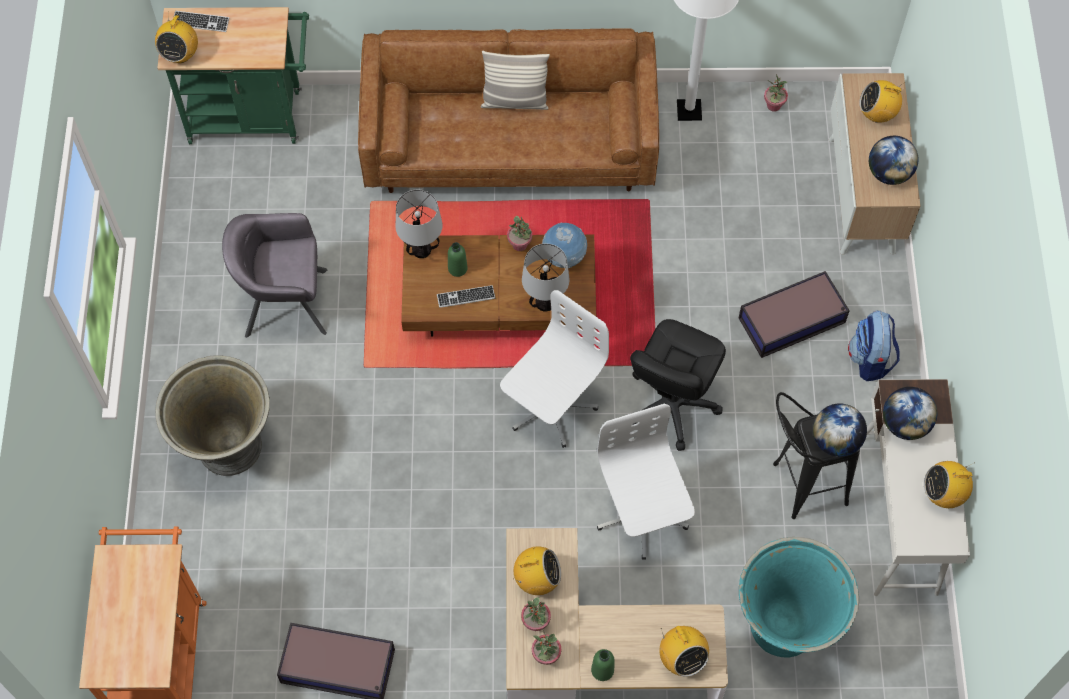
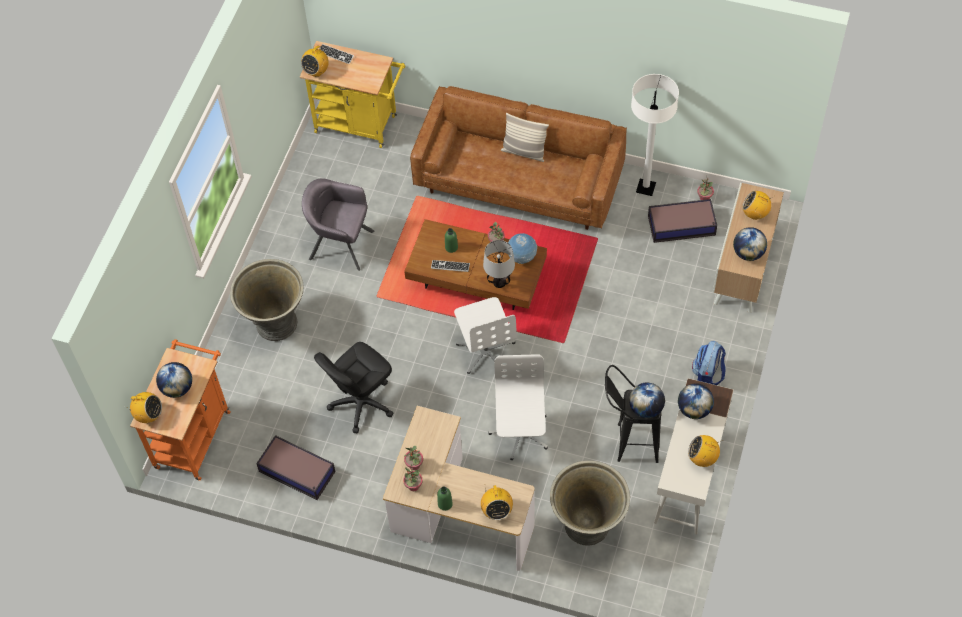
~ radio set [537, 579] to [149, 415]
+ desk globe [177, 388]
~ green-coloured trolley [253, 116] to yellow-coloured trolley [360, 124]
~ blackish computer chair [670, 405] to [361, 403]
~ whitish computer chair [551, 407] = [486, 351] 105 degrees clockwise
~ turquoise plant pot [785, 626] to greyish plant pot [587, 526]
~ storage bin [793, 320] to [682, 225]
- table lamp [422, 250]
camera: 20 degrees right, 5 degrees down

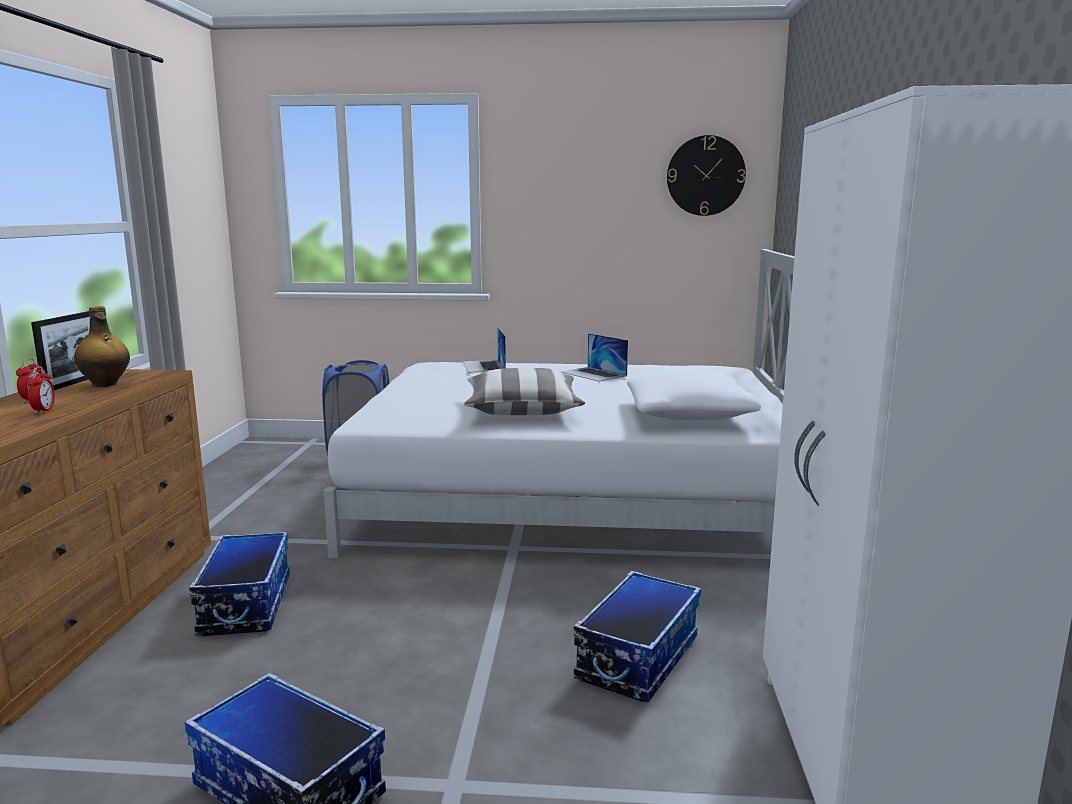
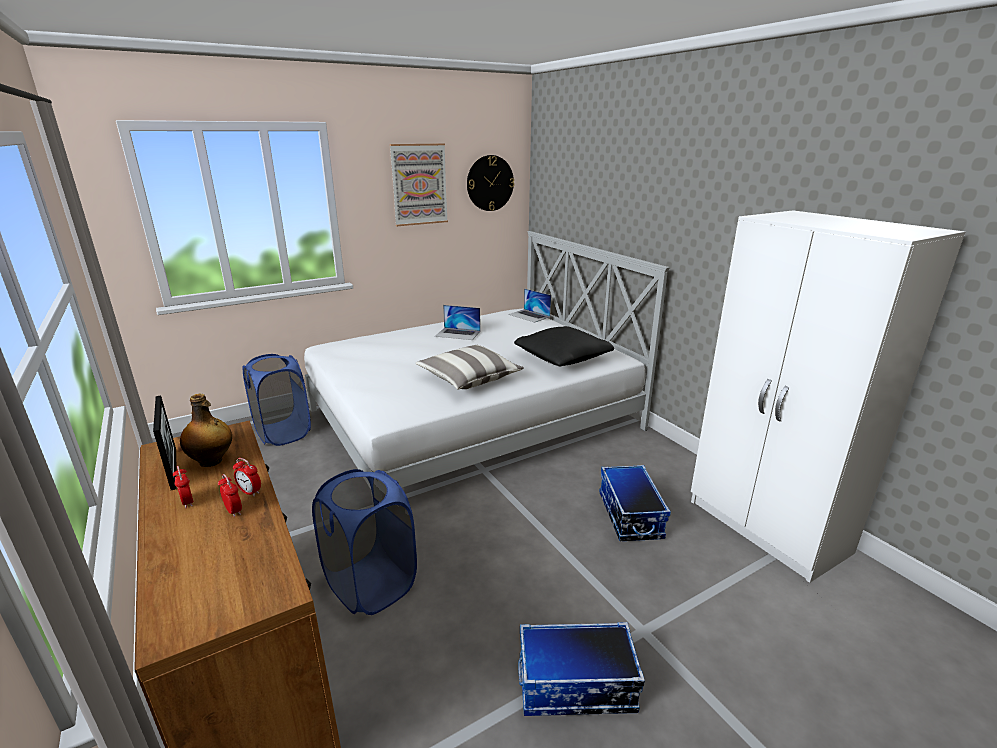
+ table clock [250, 492]
~ storage bin [245, 604] to blue-coloured washing basket [370, 585]
+ wall picture [419, 184]
~ portable computer [484, 366] to [529, 315]
~ whitish pillow [688, 415] to blackish pillow [563, 358]
camera: 35 degrees left, 10 degrees up

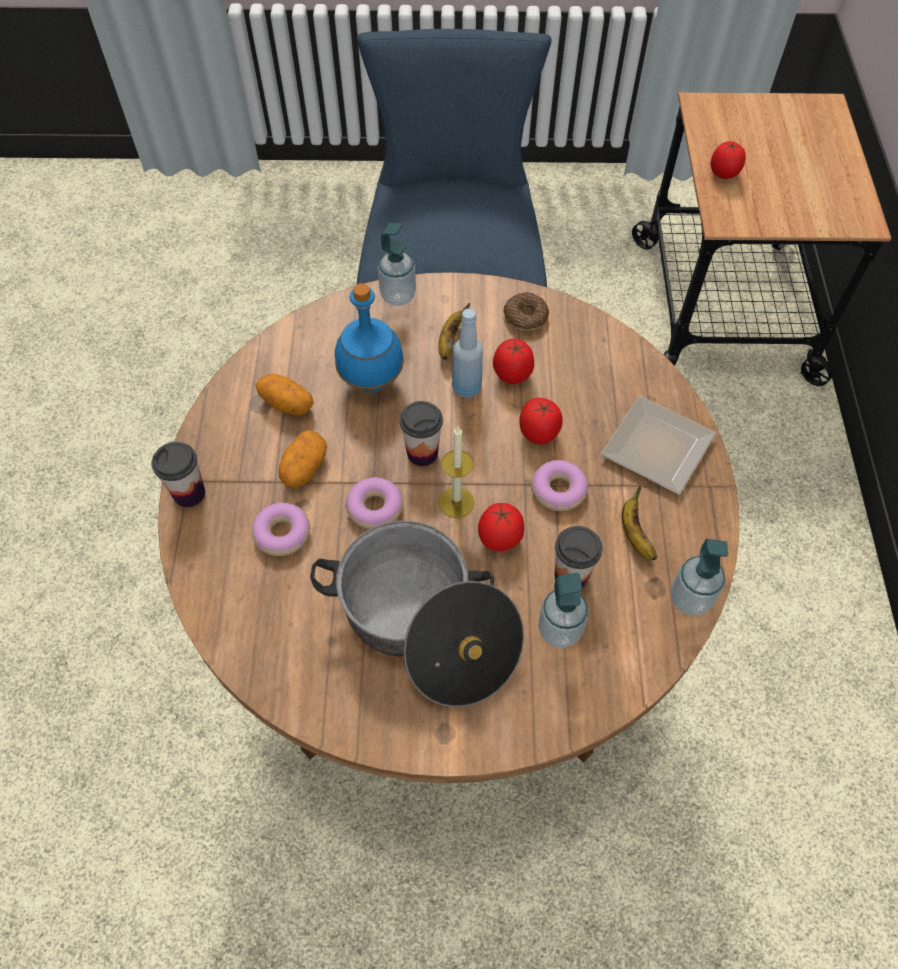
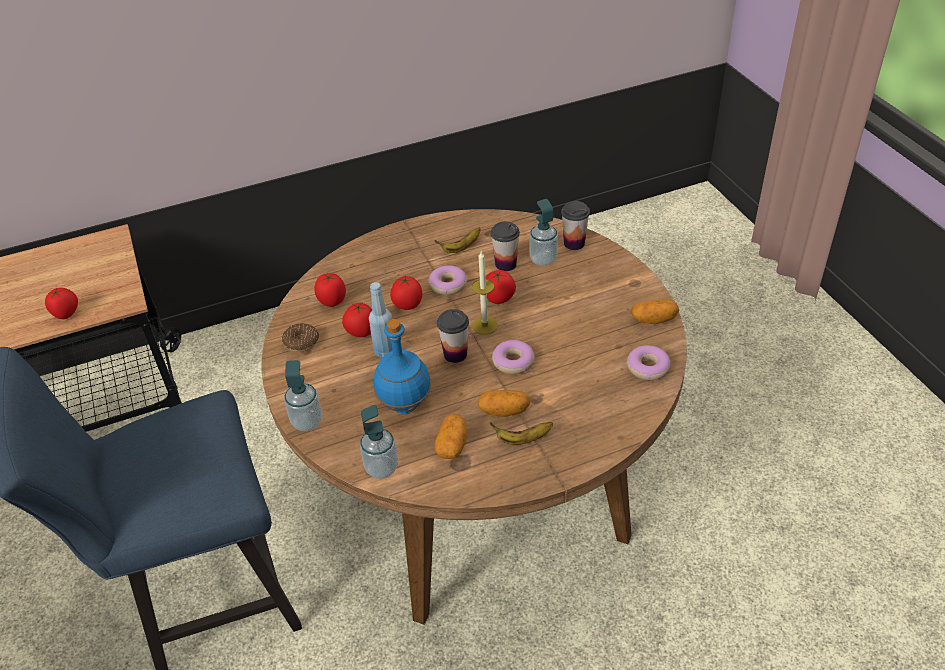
+ fresh tomato [332, 301]
~ soap bottle [690, 599] to [381, 468]
~ whole banana [449, 342] to [522, 439]
~ drinking cup [189, 493] to [574, 243]
~ donut [282, 533] to [647, 367]
+ whole potato [653, 320]
- cooking pot [425, 626]
- dinner plate [661, 447]
camera: 110 degrees left, 15 degrees down

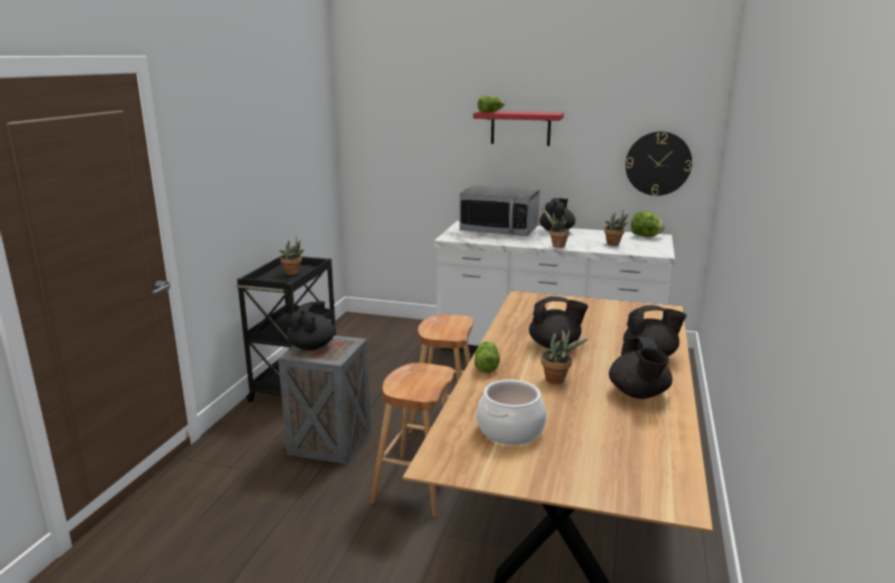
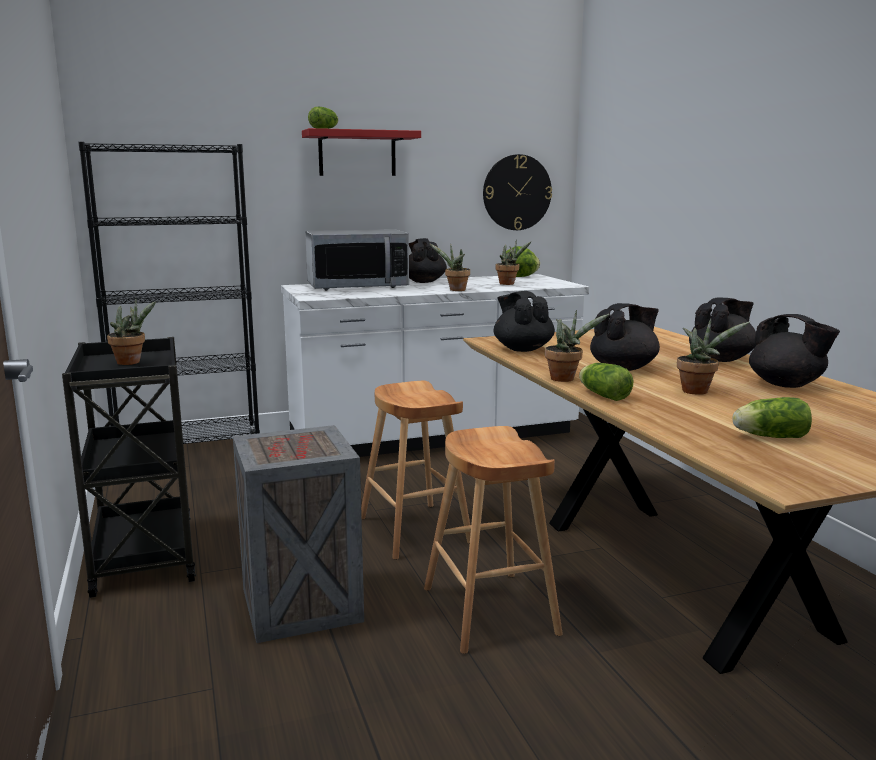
+ blackish bookshelf [189, 454]
~ blackish teapot [312, 346] to [522, 349]
+ potted plant [566, 378]
~ cooking pot [510, 430] to lettuce head [768, 436]
camera: 35 degrees left, 5 degrees down

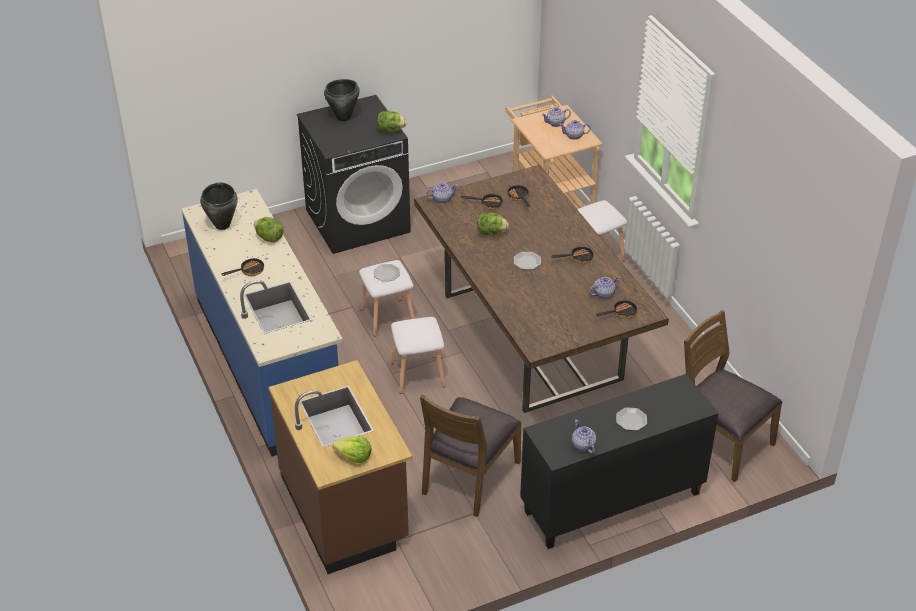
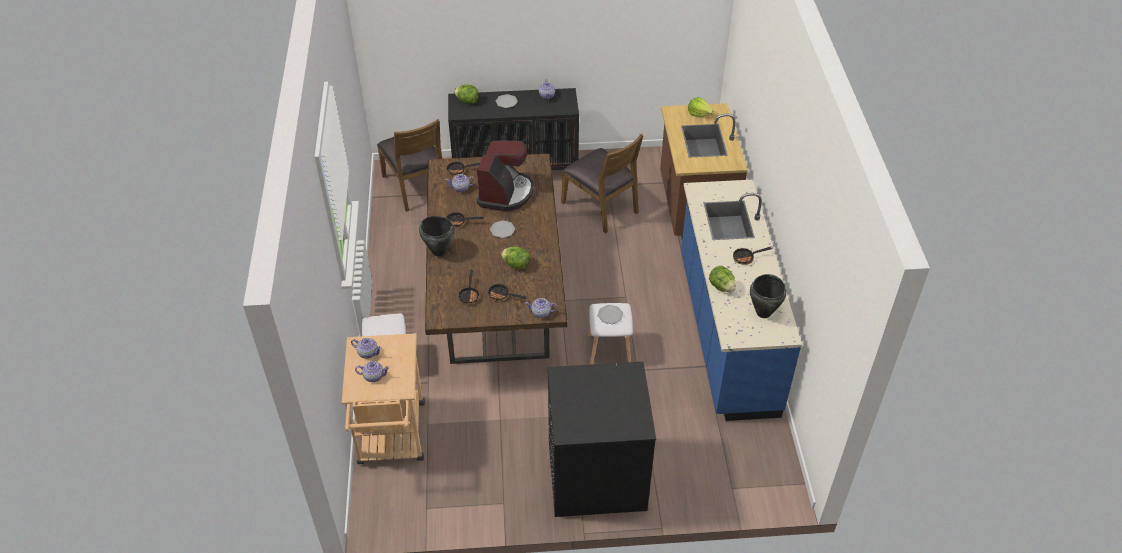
~ blackish cooking pot [343, 117] to [439, 251]
~ lettuce head [391, 130] to [467, 101]
+ coffee machine [505, 193]
~ brownish chair [469, 477] = [601, 207] 90 degrees clockwise
- whitish stool seat [417, 374]
camera: 160 degrees left, 5 degrees up

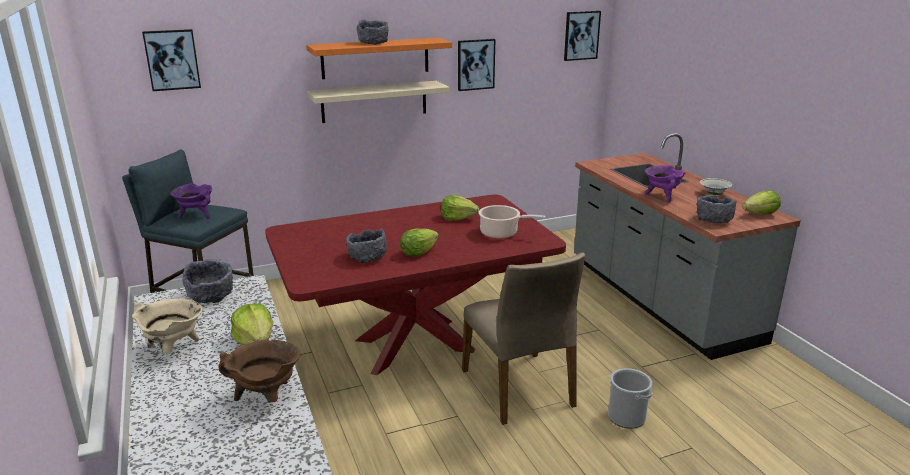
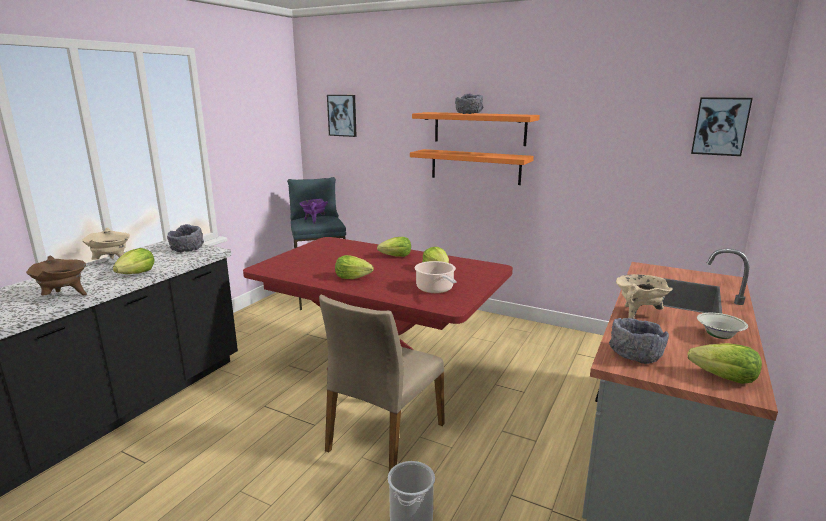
+ lettuce head [396, 256]
~ beige shelf [374, 101] to orange shelf [475, 166]
~ purple-coloured cooking pot [662, 197] to beige cooking pot [638, 314]
- greyish bowl [367, 257]
- wall picture [475, 64]
camera: 50 degrees right, 5 degrees down

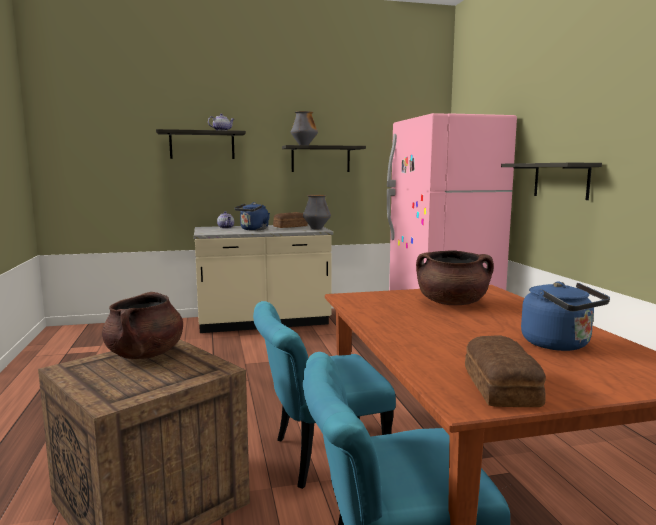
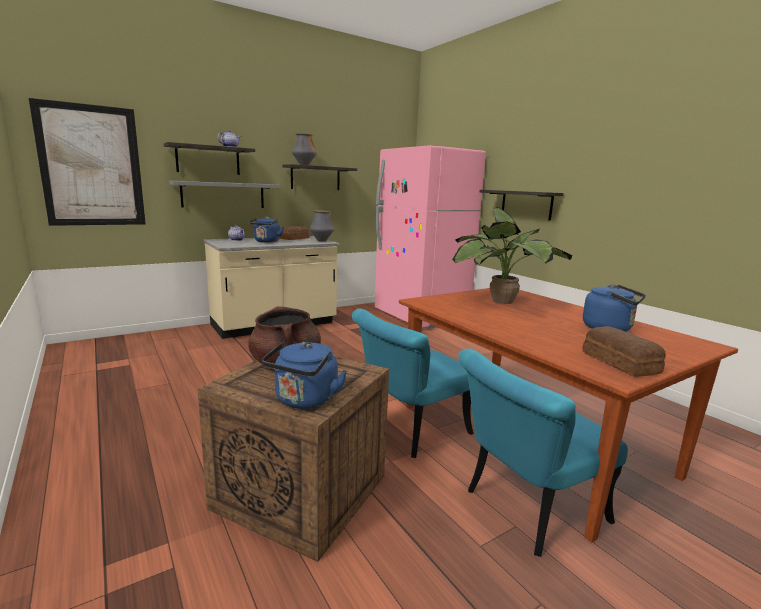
+ wall picture [92, 166]
+ greyish shelf [223, 195]
+ blue-coloured water kettle [305, 401]
~ brownish cooking pot [452, 303] to potted plant [501, 302]
camera: 20 degrees left, 5 degrees up

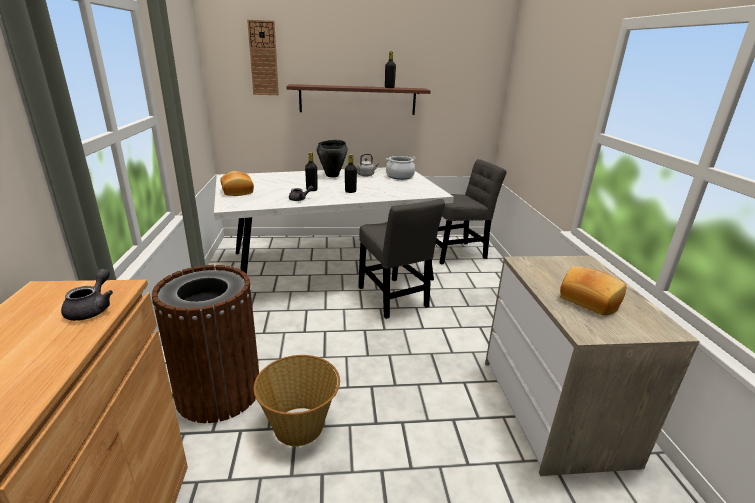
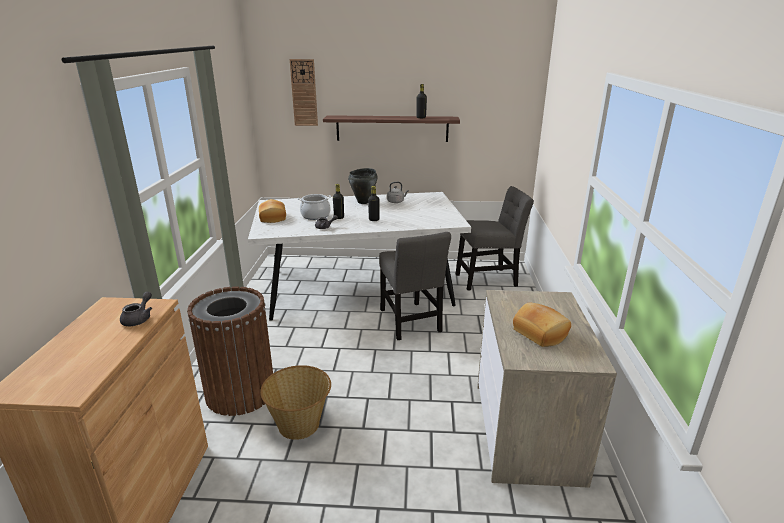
~ cooking pot [399, 176] to [315, 215]
camera: 10 degrees right, 0 degrees up

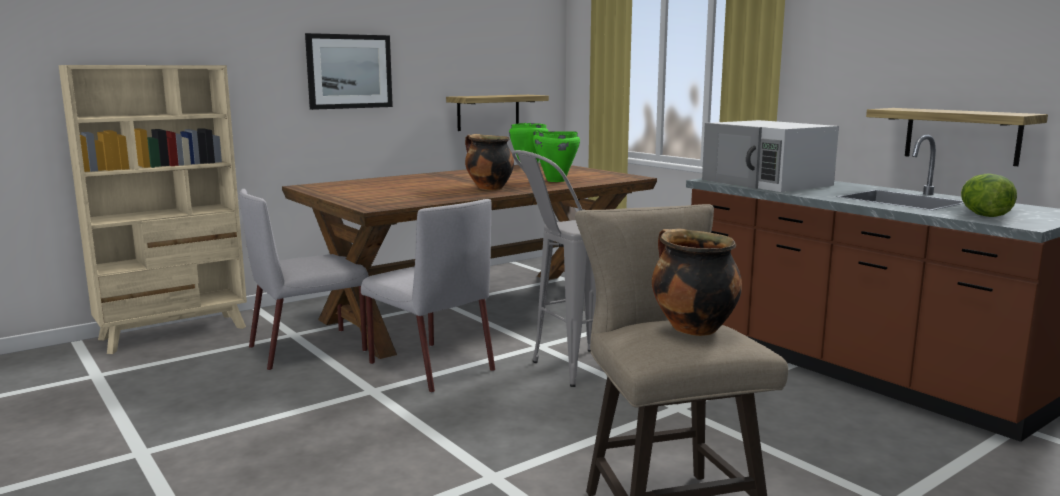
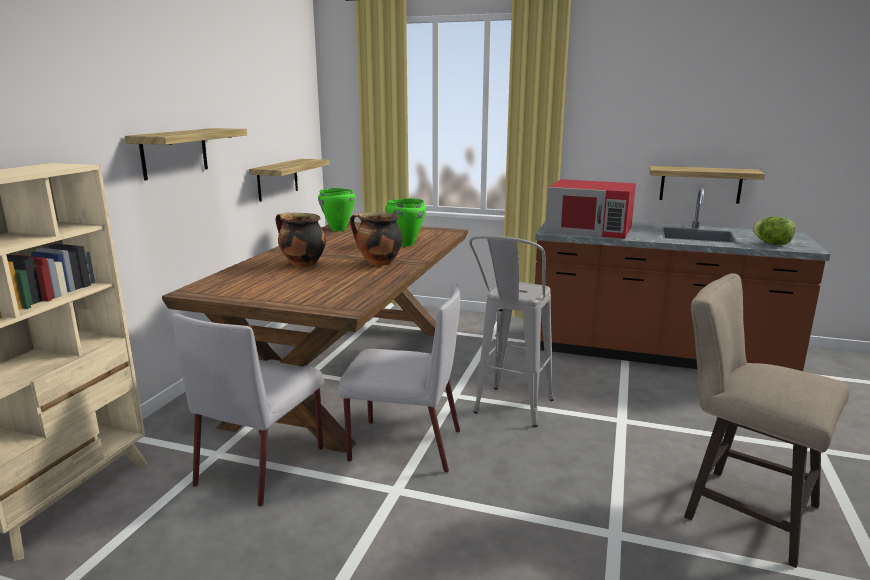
~ wall picture [349, 71] to shelf [174, 153]
~ cooking pot [691, 328] to [302, 264]
~ whitish kitchen microwave [767, 182] to reddish kitchen microwave [589, 229]
camera: 35 degrees left, 5 degrees up

